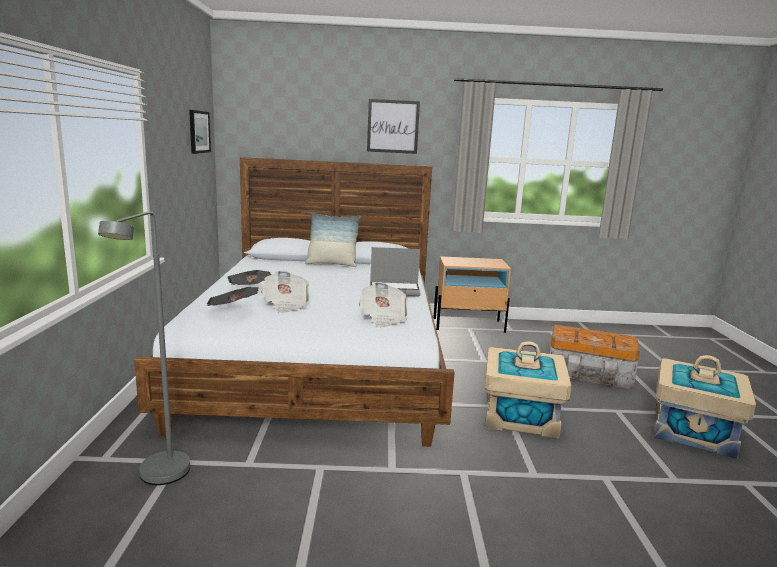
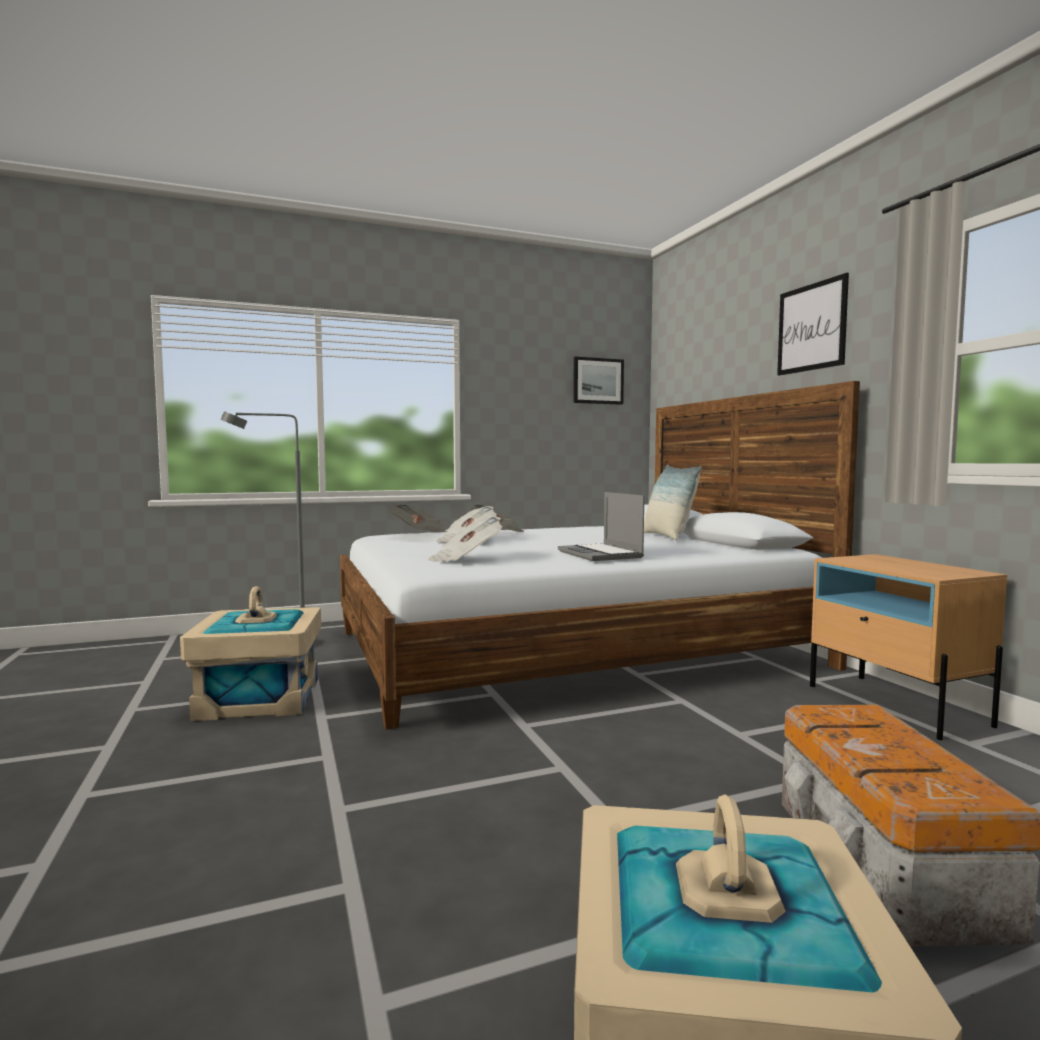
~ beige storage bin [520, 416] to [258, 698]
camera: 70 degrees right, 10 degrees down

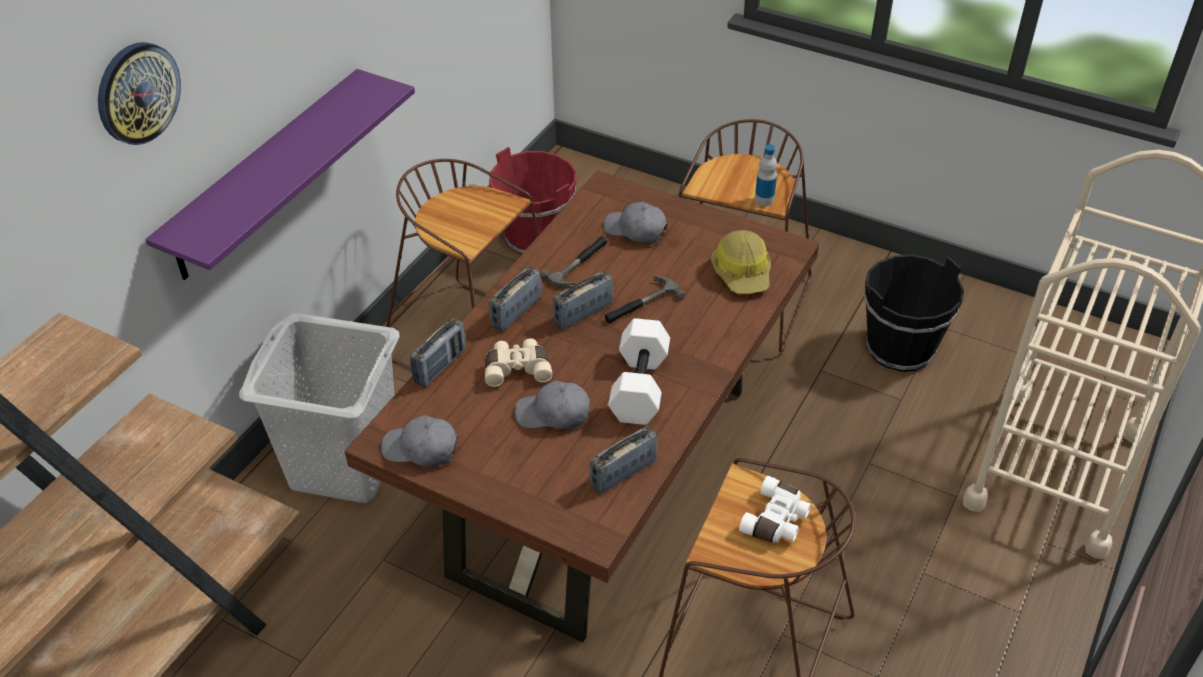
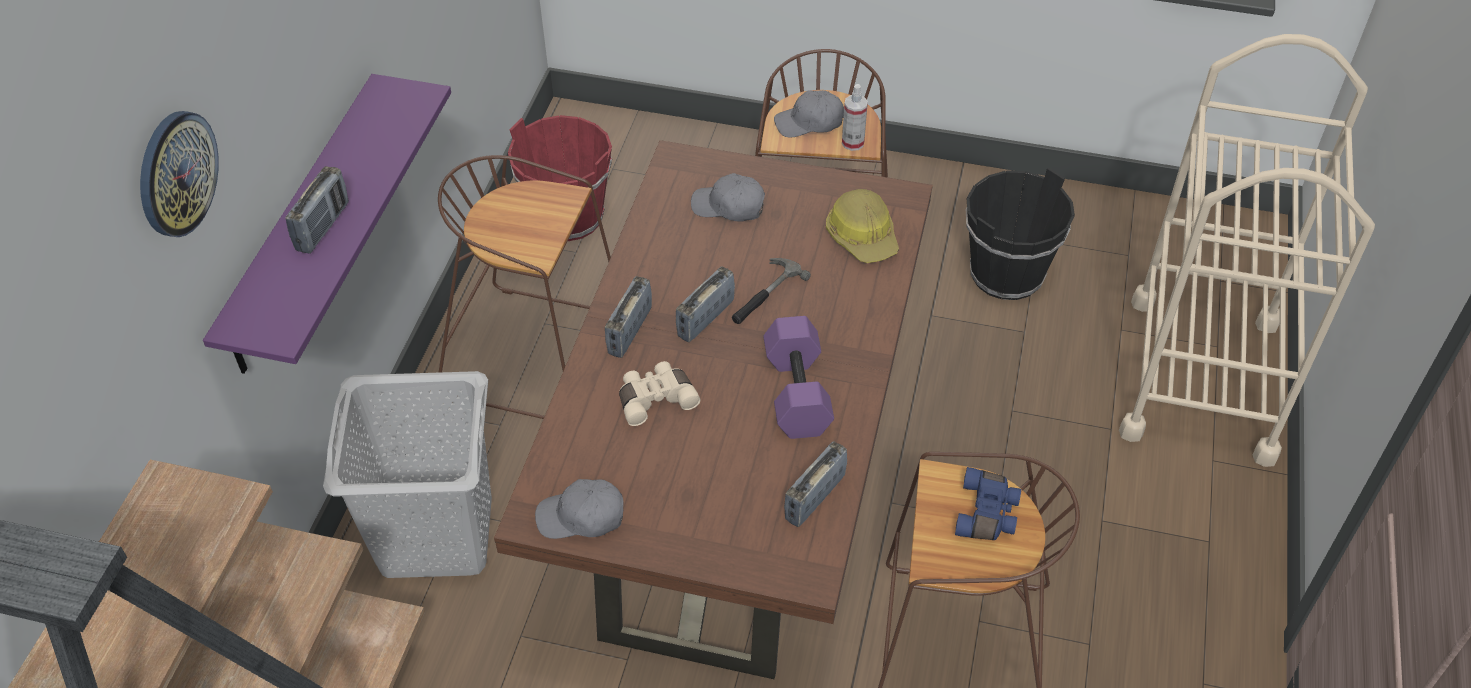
~ radio set [440, 366] to [323, 227]
~ whitish free weight [638, 385] to purple-coloured free weight [795, 392]
~ greyish cap [553, 414] to [809, 122]
~ beverage bottle [764, 200] to sprayer [853, 143]
~ whitish binoculars [777, 520] to blue-coloured binoculars [988, 514]
- hand hammer [580, 264]
camera: 15 degrees left, 5 degrees up

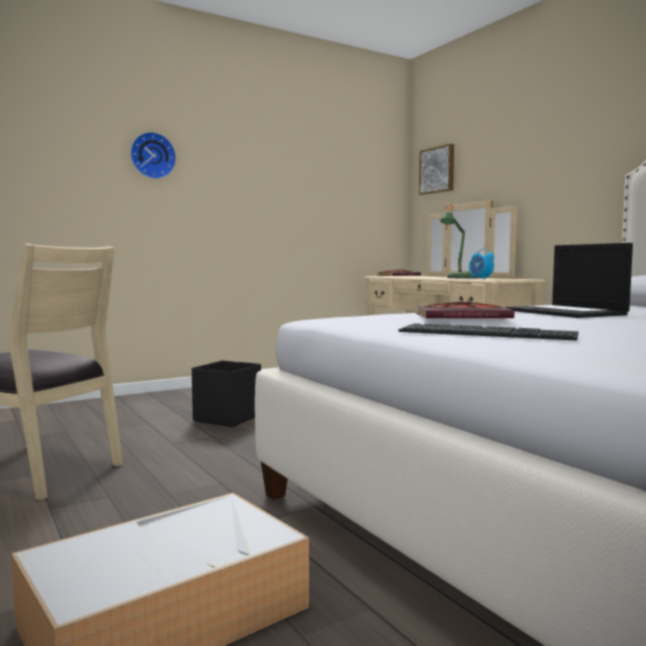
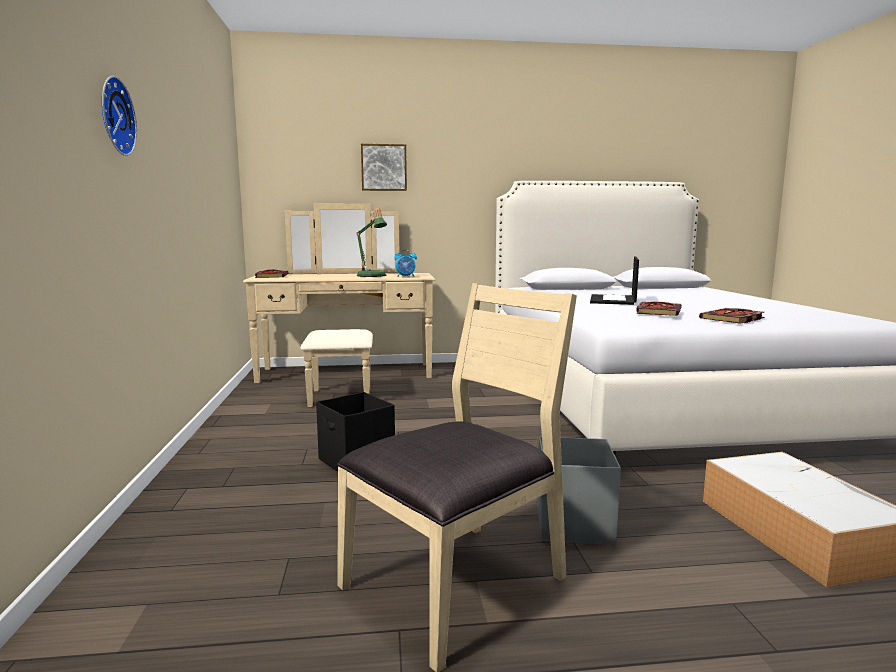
~ wall picture [438, 170] to [384, 167]
+ greyish storage bin [574, 523]
~ portable computer [566, 312] = [613, 300] 105 degrees clockwise
~ PC keyboard [486, 333] to volume [732, 319]
camera: 65 degrees left, 5 degrees up

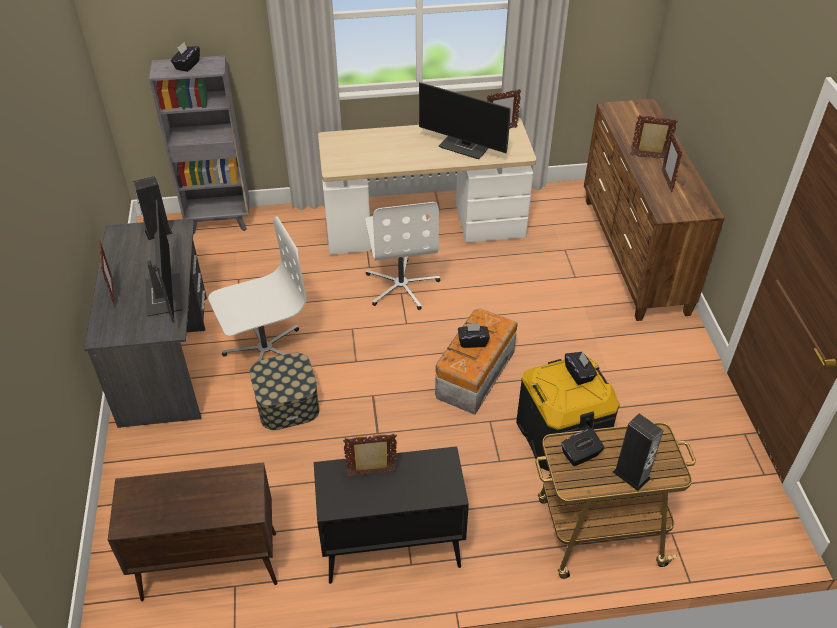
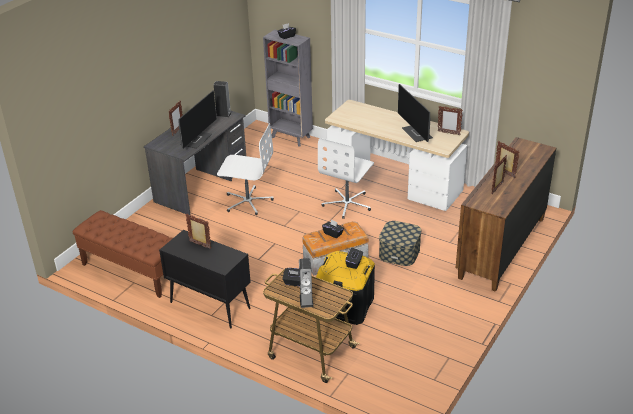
~ brownish cabinet [208, 566] to brownish bench [132, 270]
~ storage bin [287, 403] to [399, 252]
camera: 40 degrees right, 10 degrees down

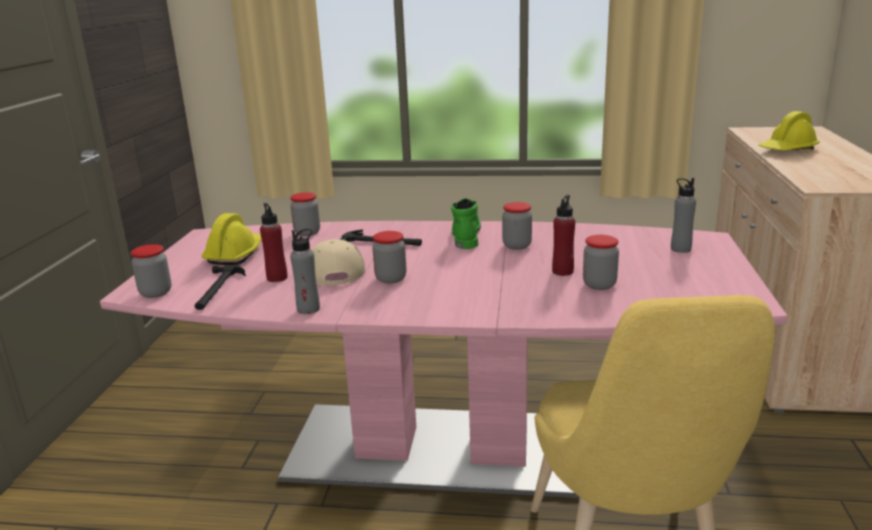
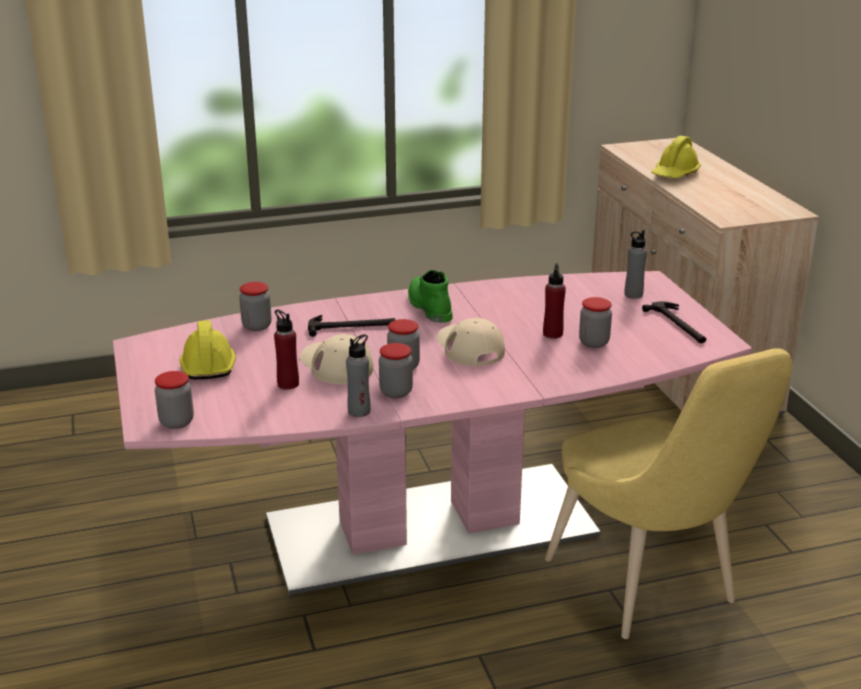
~ preserve jar [517, 245] to [396, 392]
+ beige cap [469, 347]
~ hand hammer [217, 289] to [678, 325]
camera: 25 degrees left, 5 degrees up

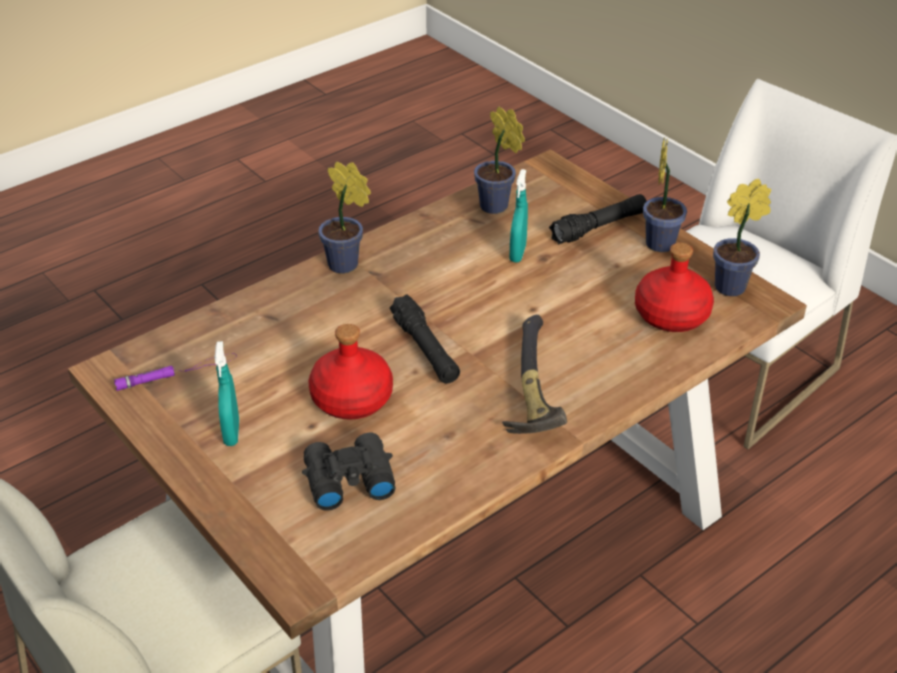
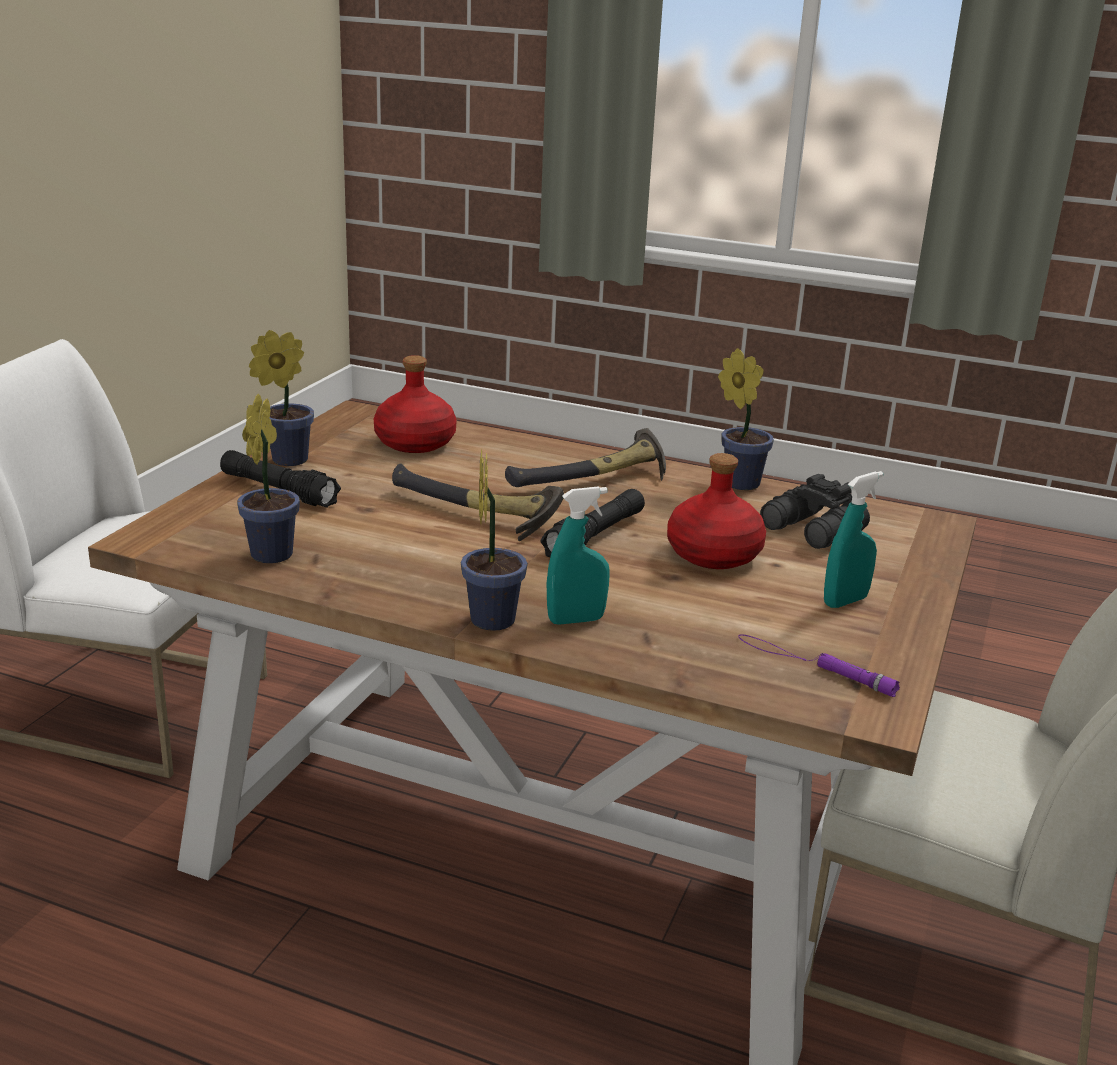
+ hand hammer [473, 515]
~ turquoise sprayer [517, 253] to [576, 620]
~ potted plant [734, 287] to [738, 482]
camera: 120 degrees left, 15 degrees down

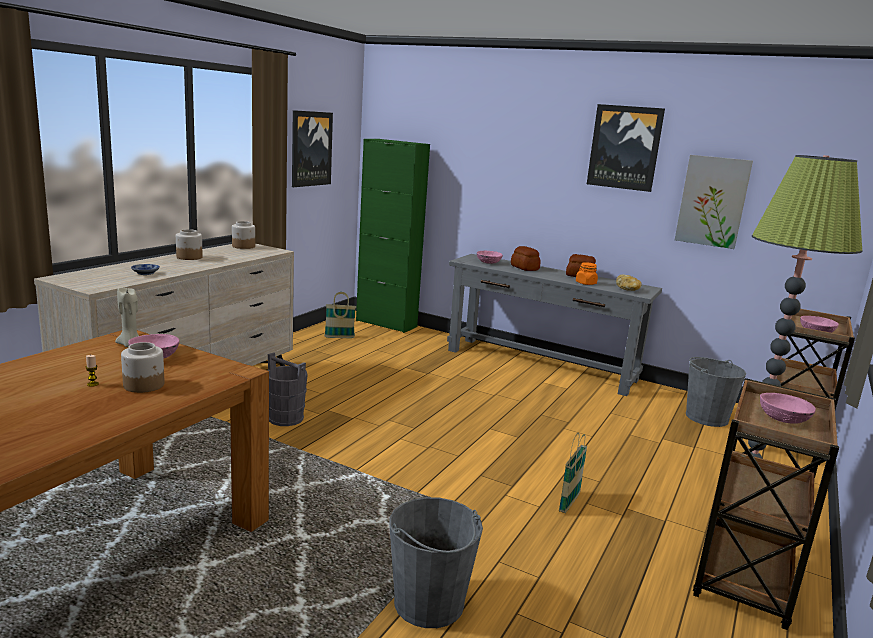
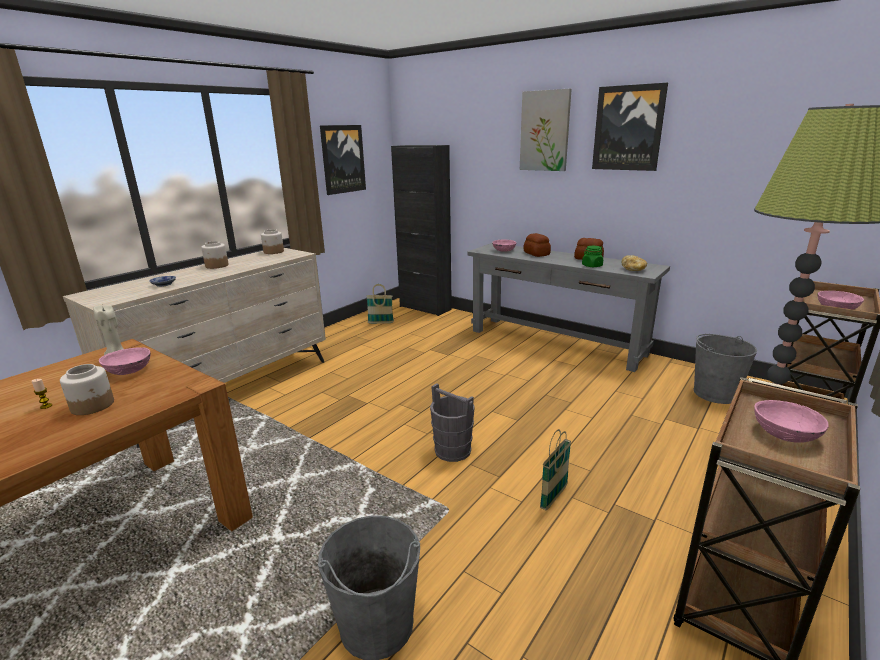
~ green-coloured cabinet [386, 324] to blackish cabinet [425, 308]
~ greyish pail [286, 418] to [453, 450]
~ wall picture [712, 201] to [545, 131]
~ orange preserve jar [585, 283] to green-coloured preserve jar [592, 266]
camera: 10 degrees right, 5 degrees up

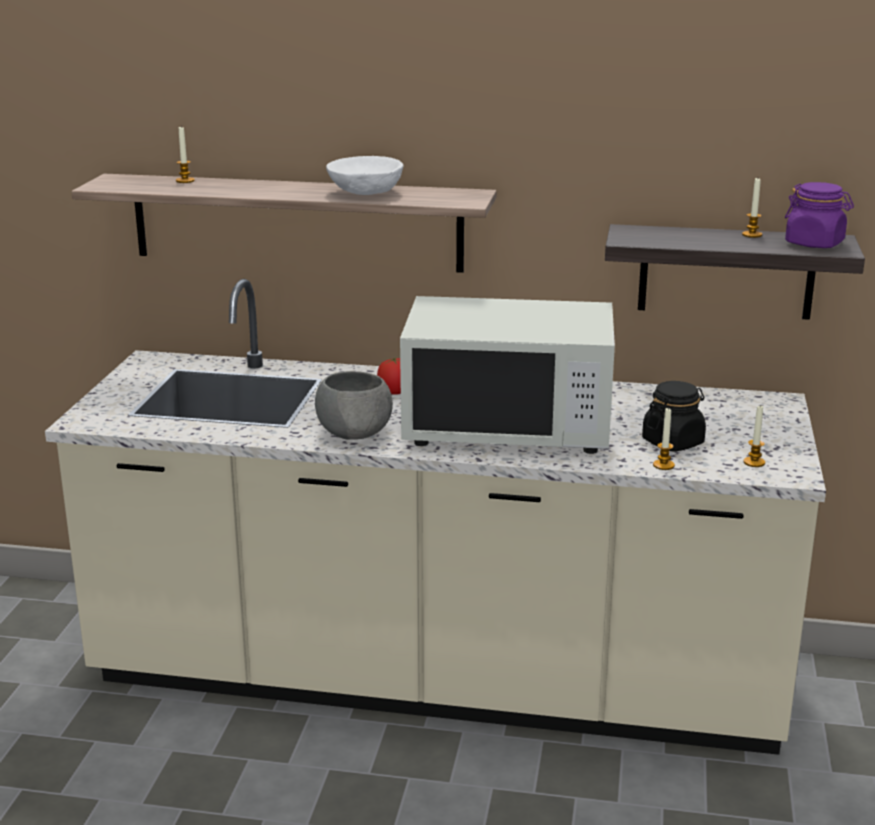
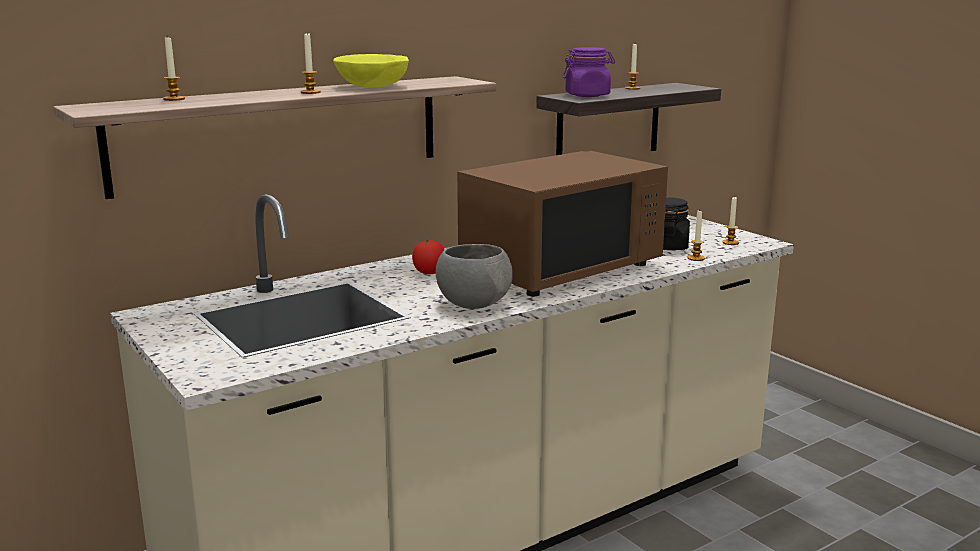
+ candle [310, 92]
~ whitish bowl [366, 192] to yellow-coloured bowl [372, 86]
~ whitish kitchen microwave [508, 428] to brownish kitchen microwave [561, 268]
~ purple-coloured preserve jar [815, 243] to [587, 95]
camera: 45 degrees left, 5 degrees down

